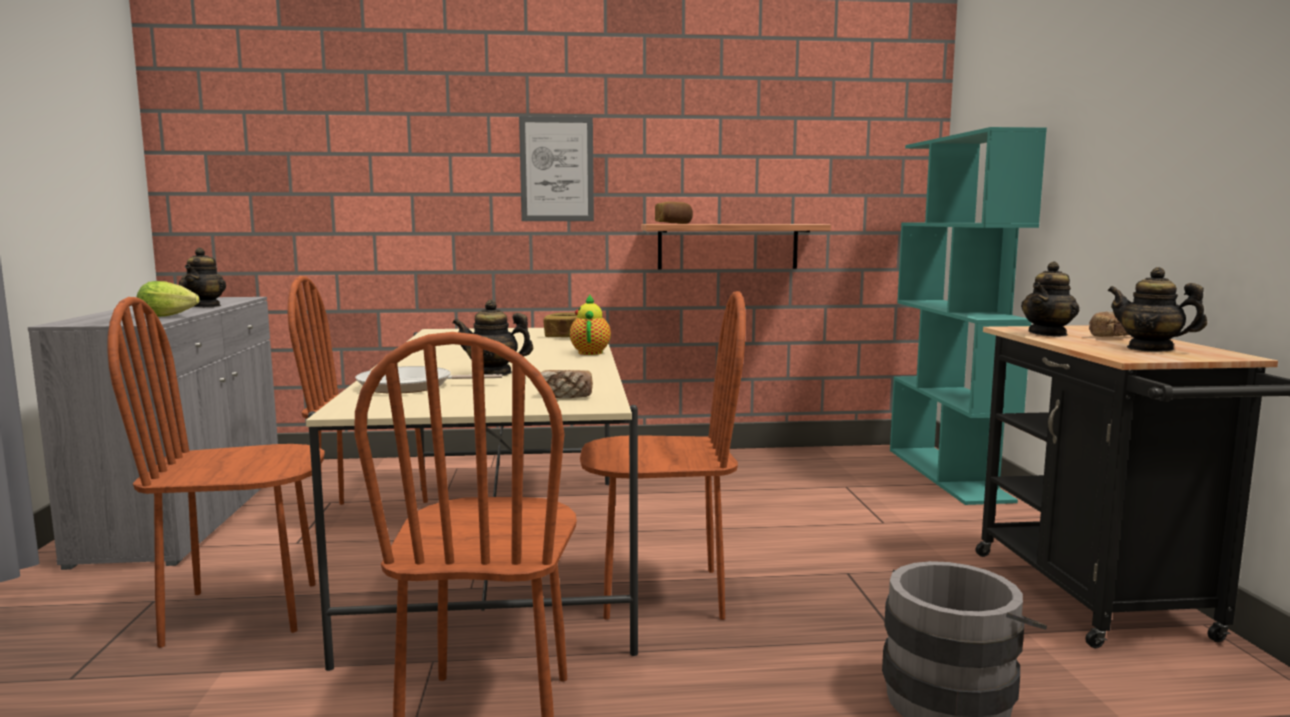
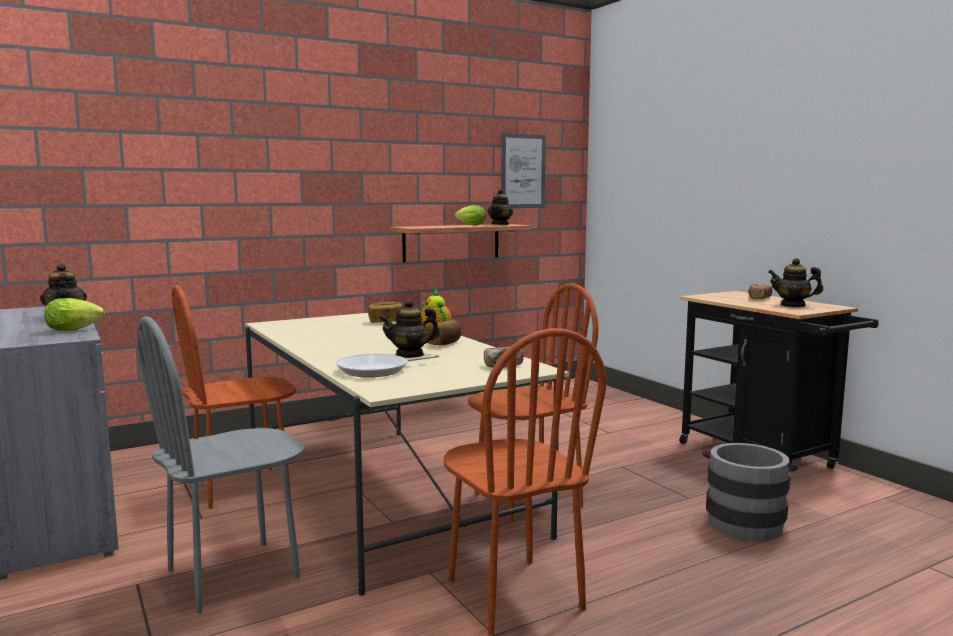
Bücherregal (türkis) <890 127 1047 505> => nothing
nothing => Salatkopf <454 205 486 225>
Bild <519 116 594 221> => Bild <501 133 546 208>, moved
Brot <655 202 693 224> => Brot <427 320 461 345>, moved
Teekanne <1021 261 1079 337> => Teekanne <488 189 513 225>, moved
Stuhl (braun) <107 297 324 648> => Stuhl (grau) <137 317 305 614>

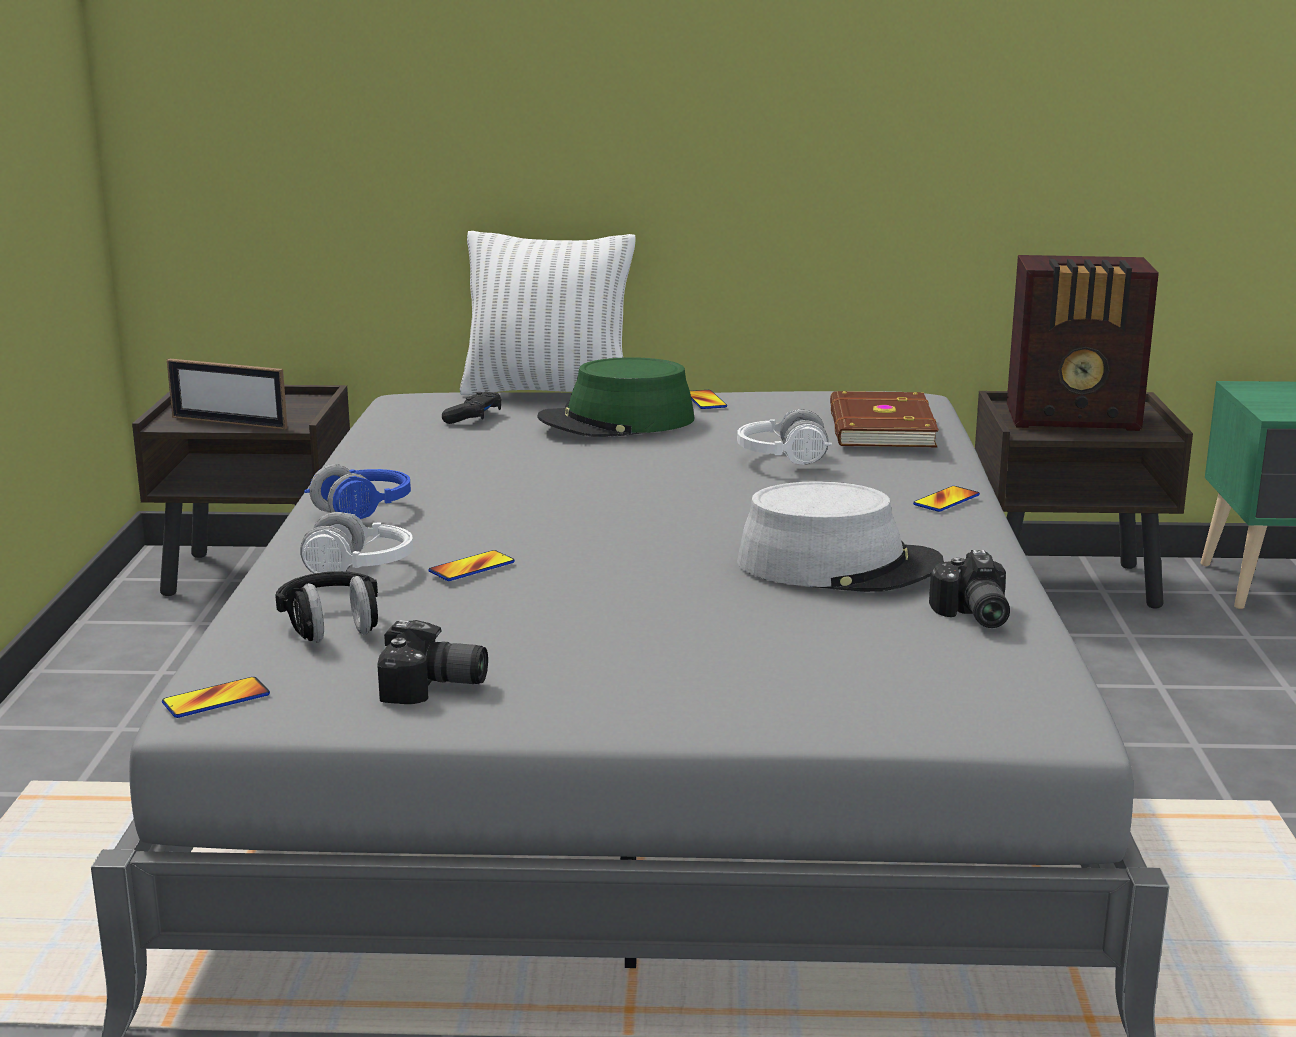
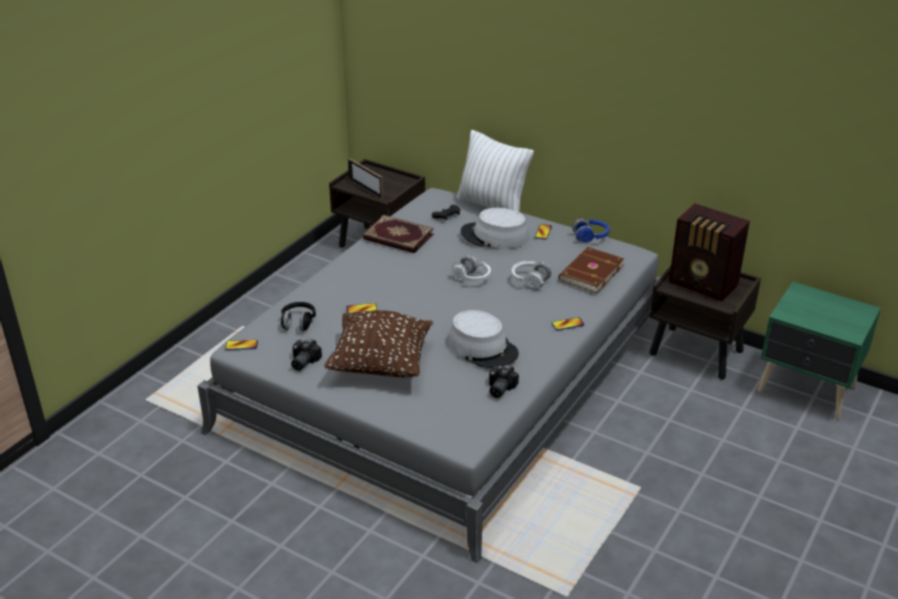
nothing => Kissen (braun) <324 310 433 377>
nothing => Buch <363 215 434 253>
Kopfhörer (weiß) <300 512 413 573> => Kopfhörer (weiß) <452 256 491 282>, moved
Kopfhörer (blau) <304 464 411 520> => Kopfhörer (blau) <571 218 609 242>, moved
Hut (grün) <537 357 694 437> => Hut (grau) <460 208 529 249>
Kamera <377 620 488 704> => Kamera <291 339 322 371>, 75 degrees clockwise

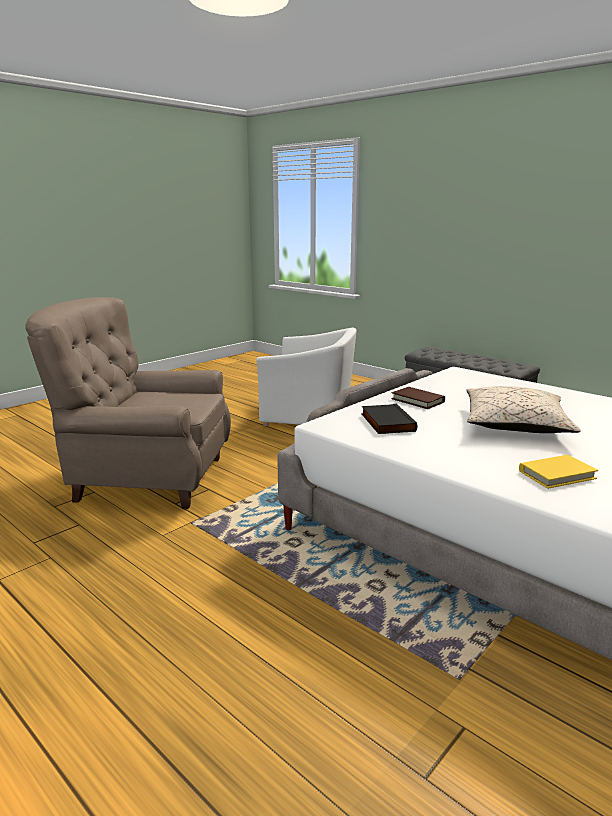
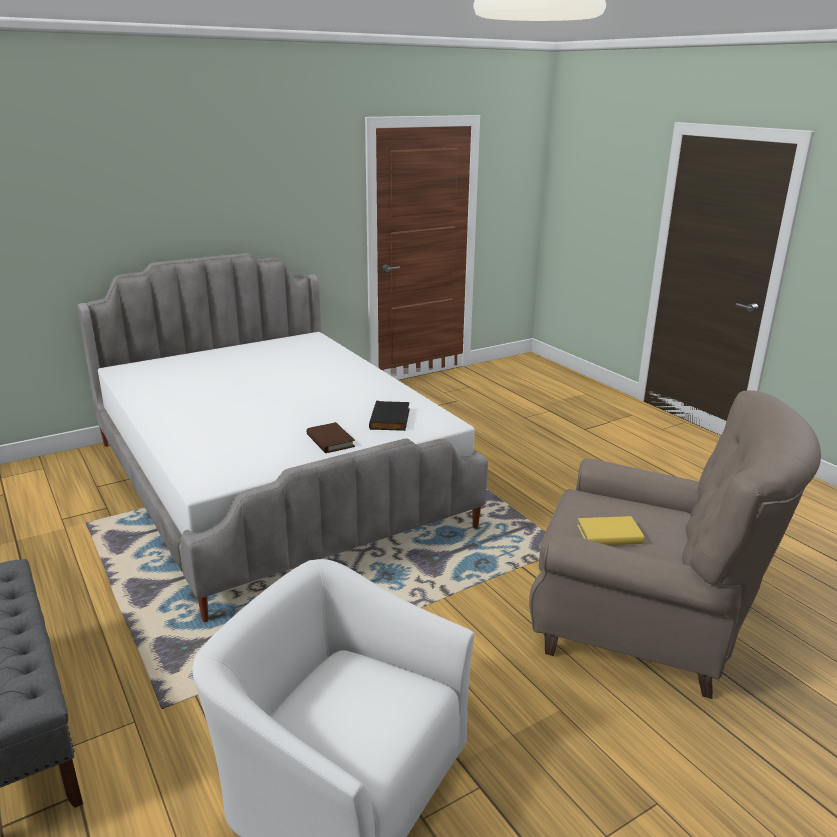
Kissen (beige) <466 386 581 433> => nothing
Buch (gelb) <519 455 598 489> => Buch (gelb) <577 516 645 545>, moved

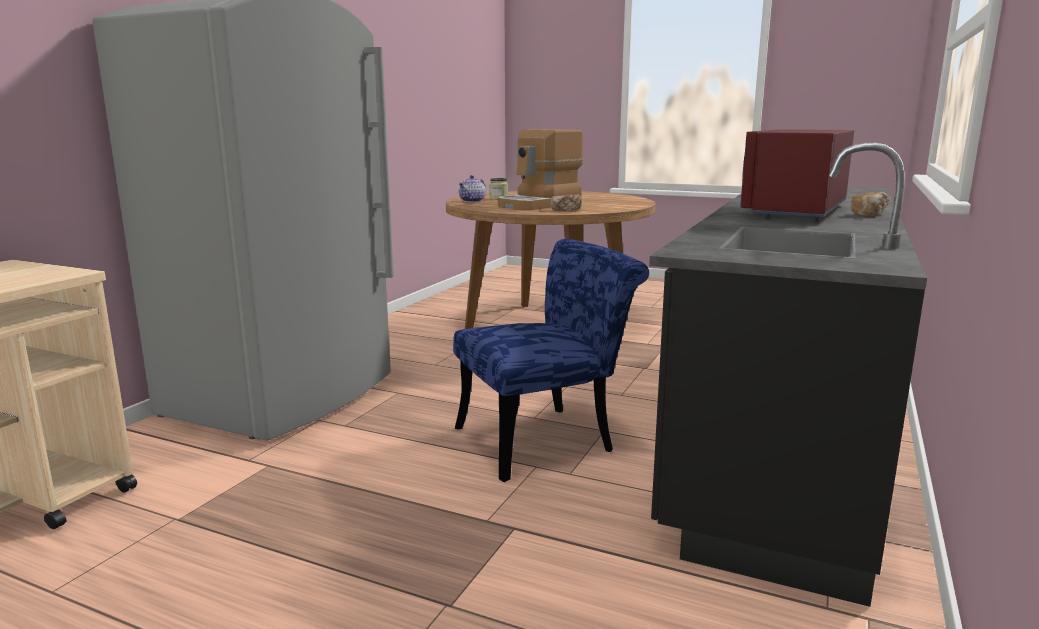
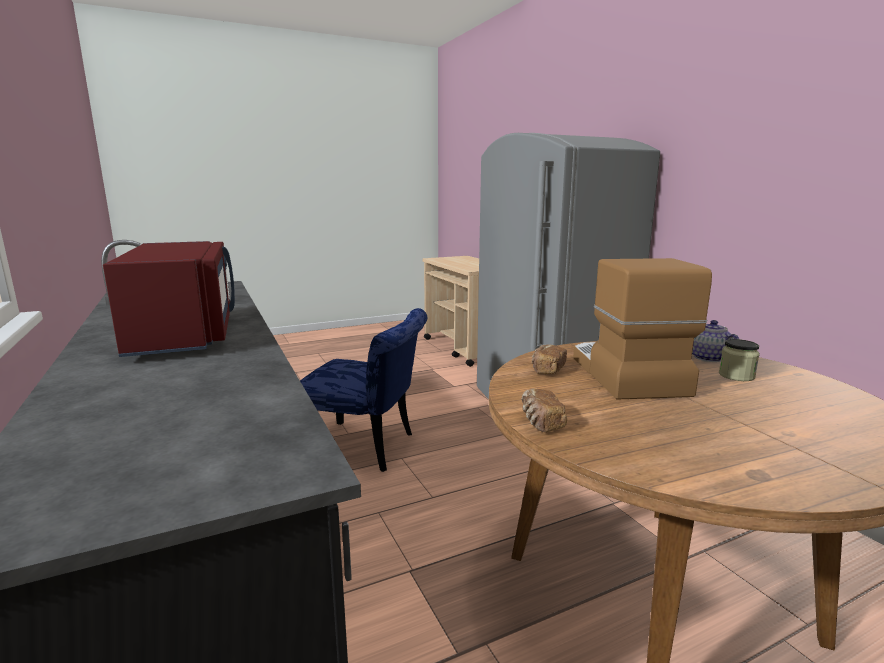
Brot <851 191 889 216> => Brot <521 389 567 432>, moved
Stuhl (blau) <453 239 649 482> => Stuhl (blau) <300 308 427 472>, 90 degrees counterclockwise

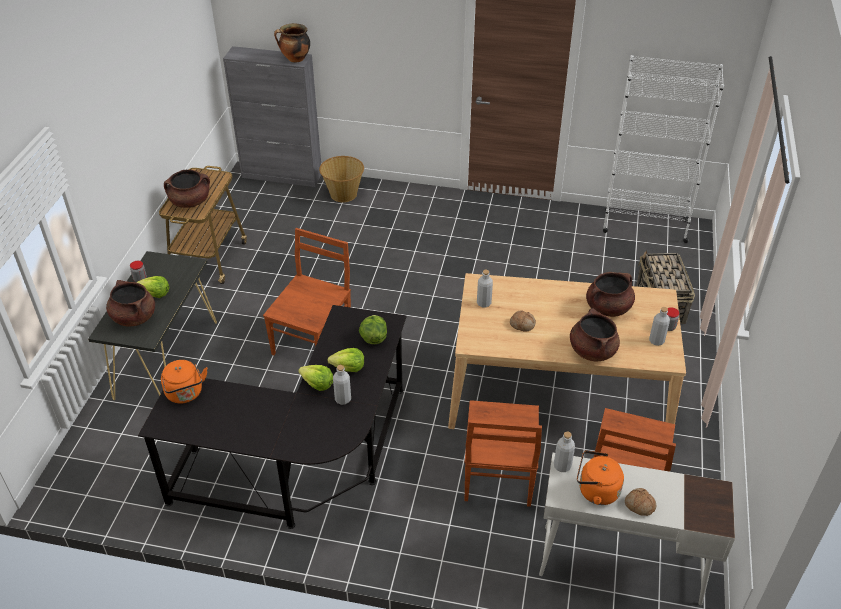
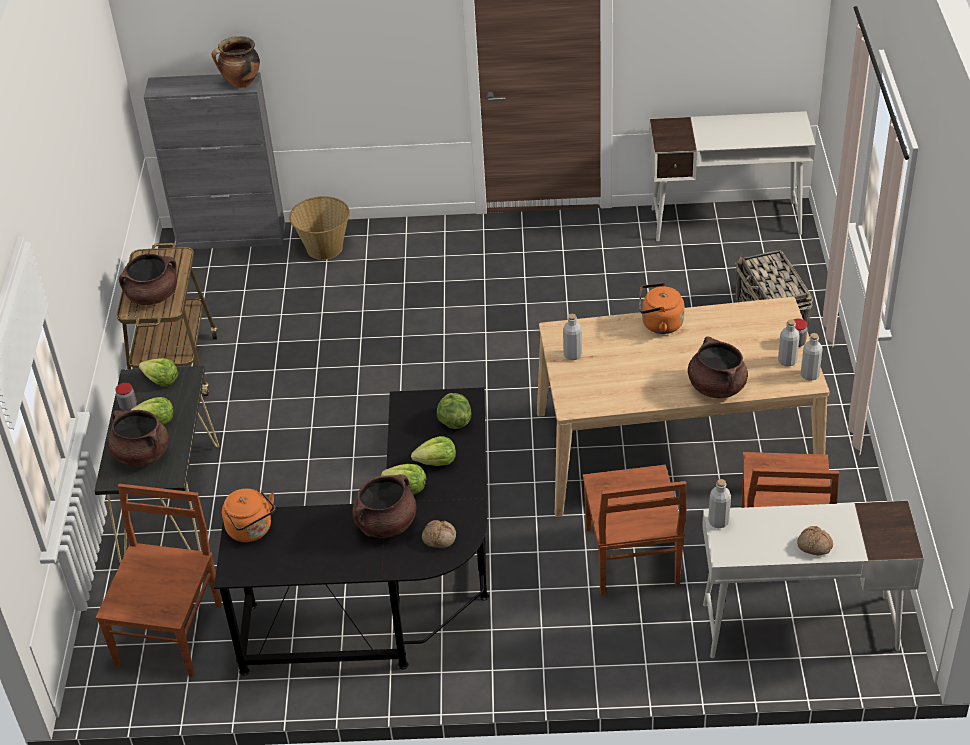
nothing => Salatkopf <139 358 178 387>
Stuhl (braun) <263 228 351 355> => Stuhl (braun) <95 484 222 677>, moved
Flasche (grau) <333 365 351 405> => Flasche (grau) <801 333 823 381>, moved
Brot <510 311 536 332> => Brot <422 520 456 548>, moved
Wasserkessel (orange) <577 451 624 505> => Wasserkessel (orange) <639 283 685 334>, moved
Kochtopf (braun) <586 272 635 317> => Kochtopf (braun) <352 474 416 538>, moved
Bücherregal (weiß) <603 55 724 243> => Schreibtisch (weiß) <649 111 816 241>

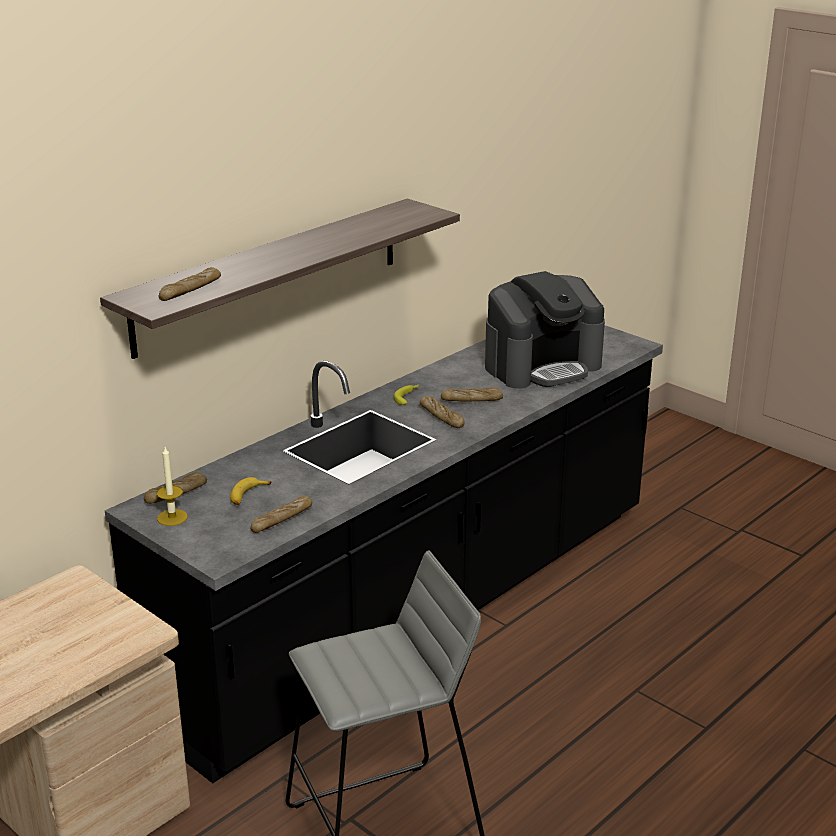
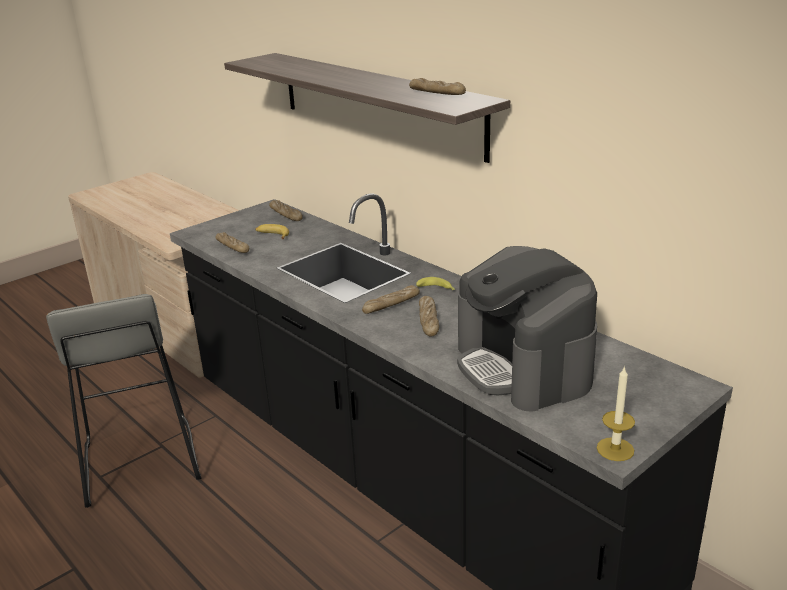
Kerze <157 447 188 526> => Kerze <597 366 635 461>, moved
Brot <159 267 221 301> => Brot <409 78 466 95>, moved

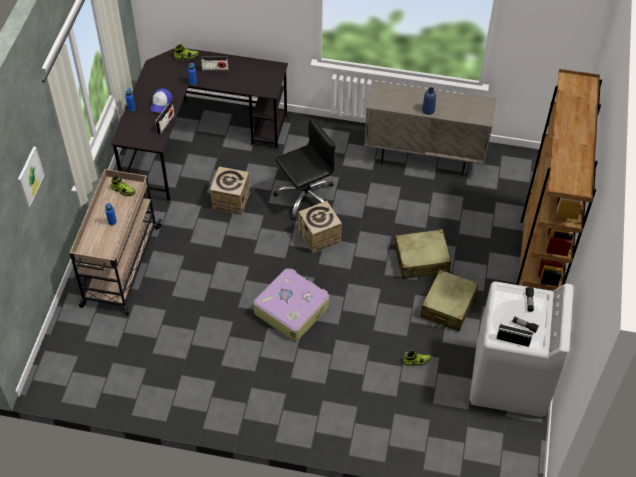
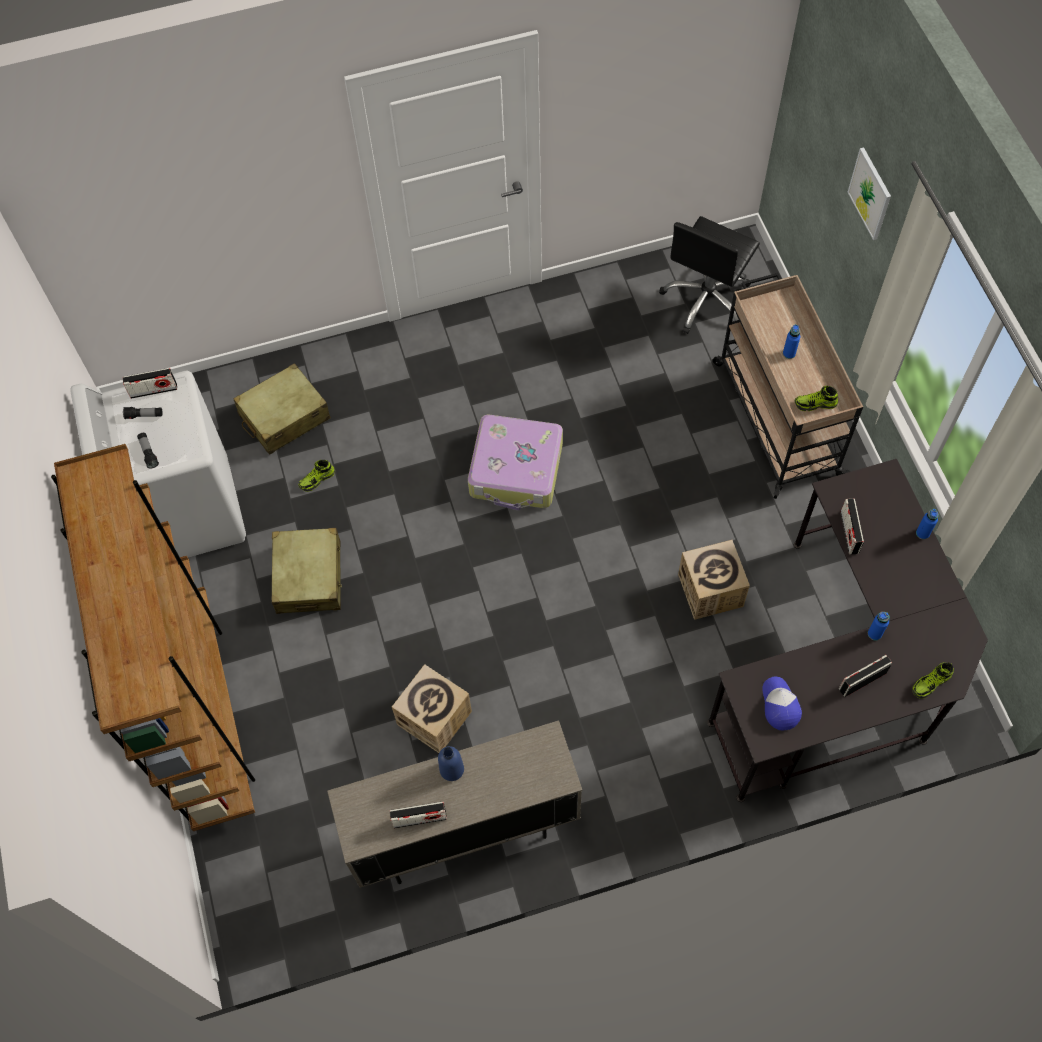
nothing => Radio <390 801 447 829>
Kappe <151 89 173 113> => Kappe <762 677 802 730>, moved
Bürostuhl (schwarz) <273 117 336 220> => Bürostuhl (schwarz) <659 216 760 334>, moved
Karton <298 201 342 253> => Karton <392 664 472 753>, moved
Koffer (beige) <395 229 451 279> => Koffer (beige) <233 363 331 455>, moved

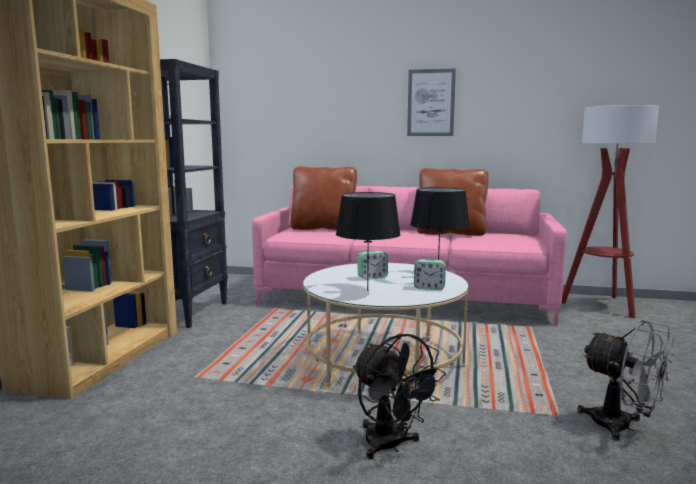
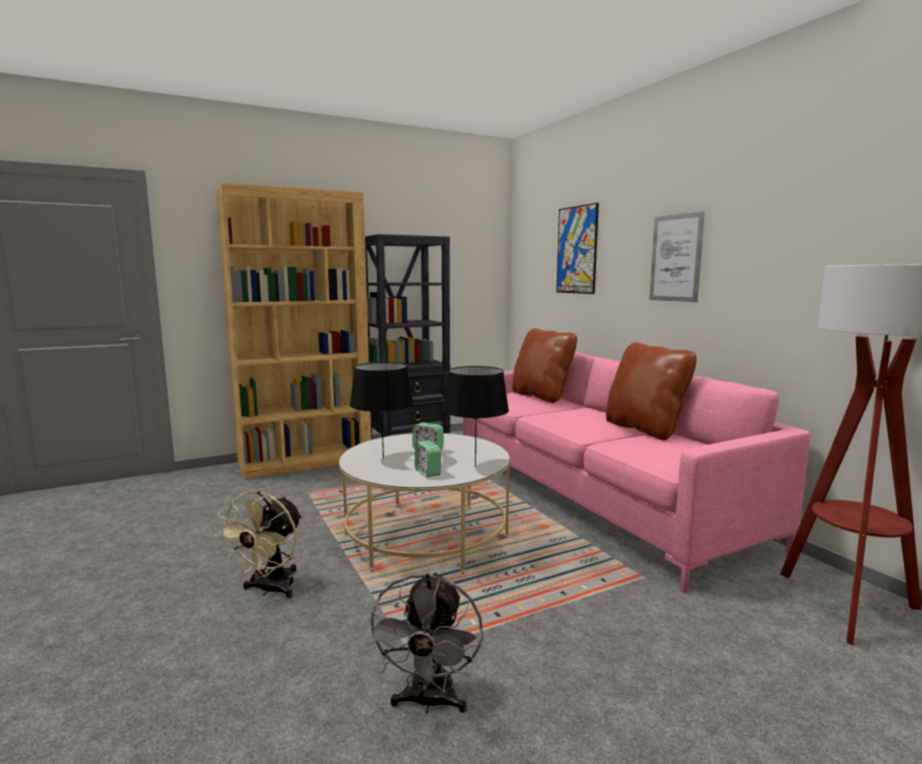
nothing => Bild <556 203 599 294>
Ventilator (schwarz) <353 333 446 459> => Ventilator (beige) <215 491 302 598>

